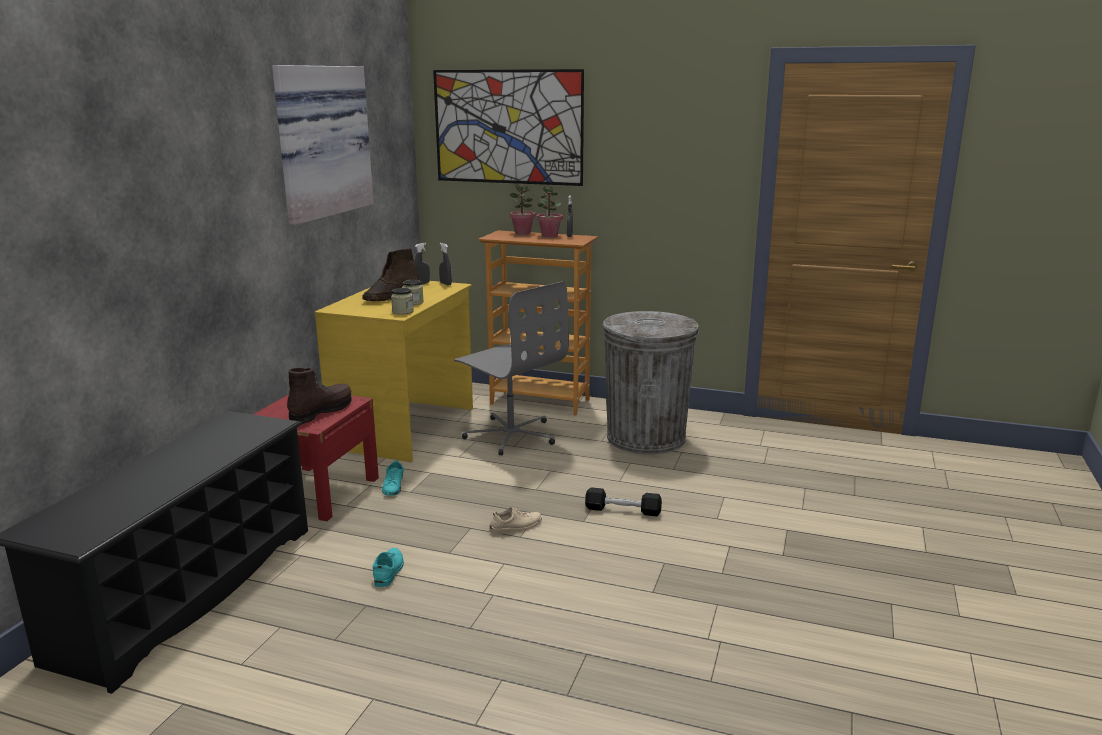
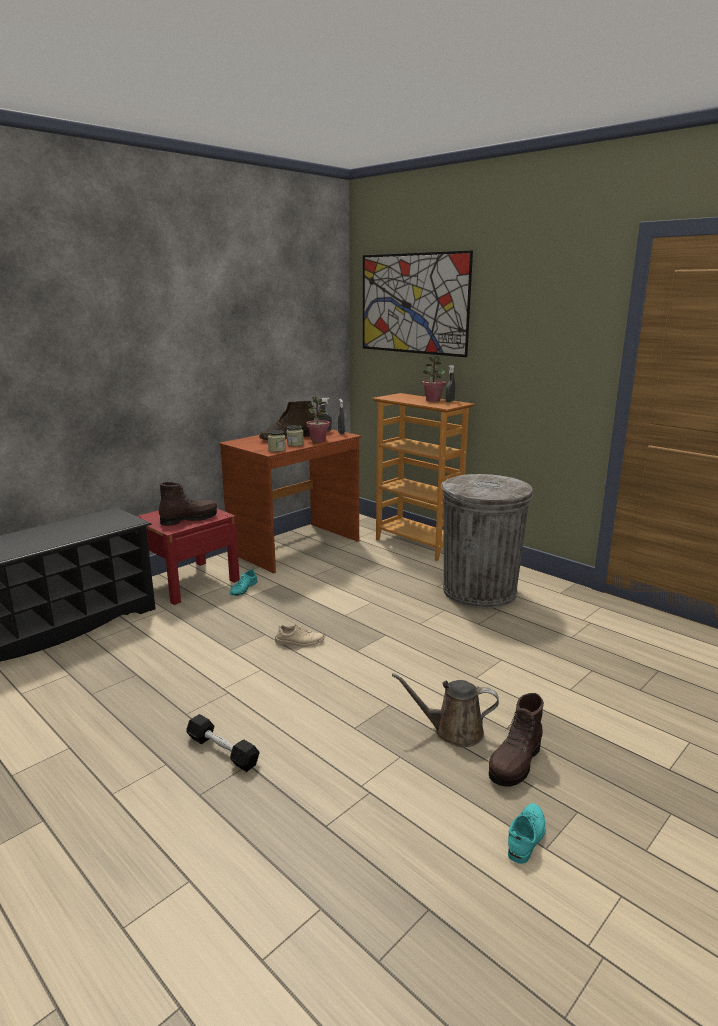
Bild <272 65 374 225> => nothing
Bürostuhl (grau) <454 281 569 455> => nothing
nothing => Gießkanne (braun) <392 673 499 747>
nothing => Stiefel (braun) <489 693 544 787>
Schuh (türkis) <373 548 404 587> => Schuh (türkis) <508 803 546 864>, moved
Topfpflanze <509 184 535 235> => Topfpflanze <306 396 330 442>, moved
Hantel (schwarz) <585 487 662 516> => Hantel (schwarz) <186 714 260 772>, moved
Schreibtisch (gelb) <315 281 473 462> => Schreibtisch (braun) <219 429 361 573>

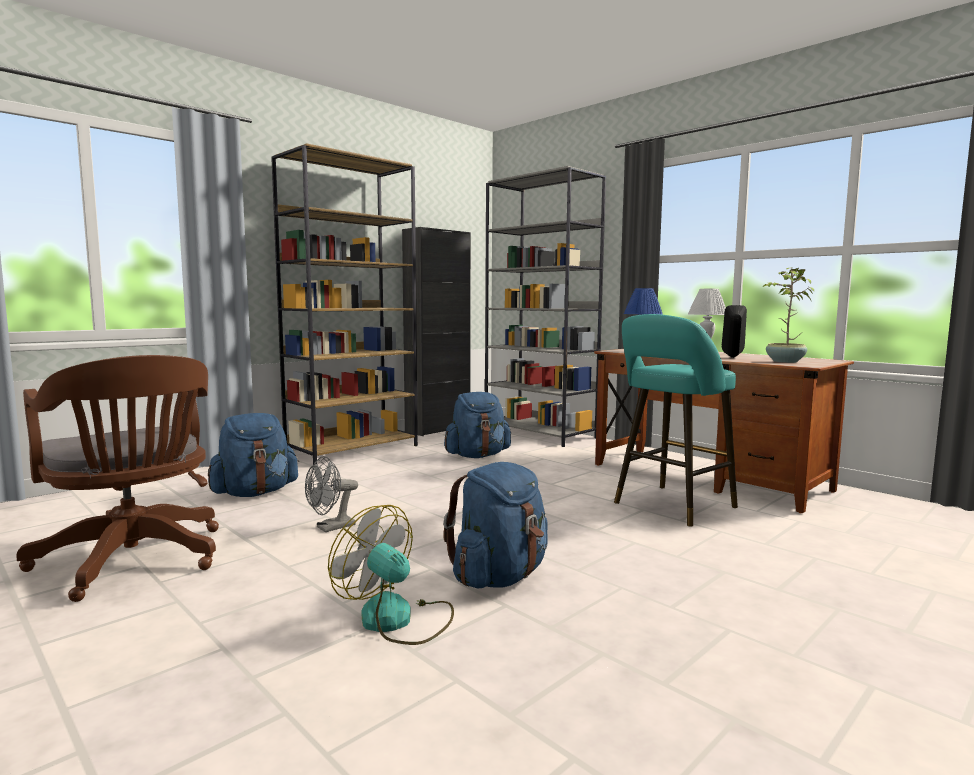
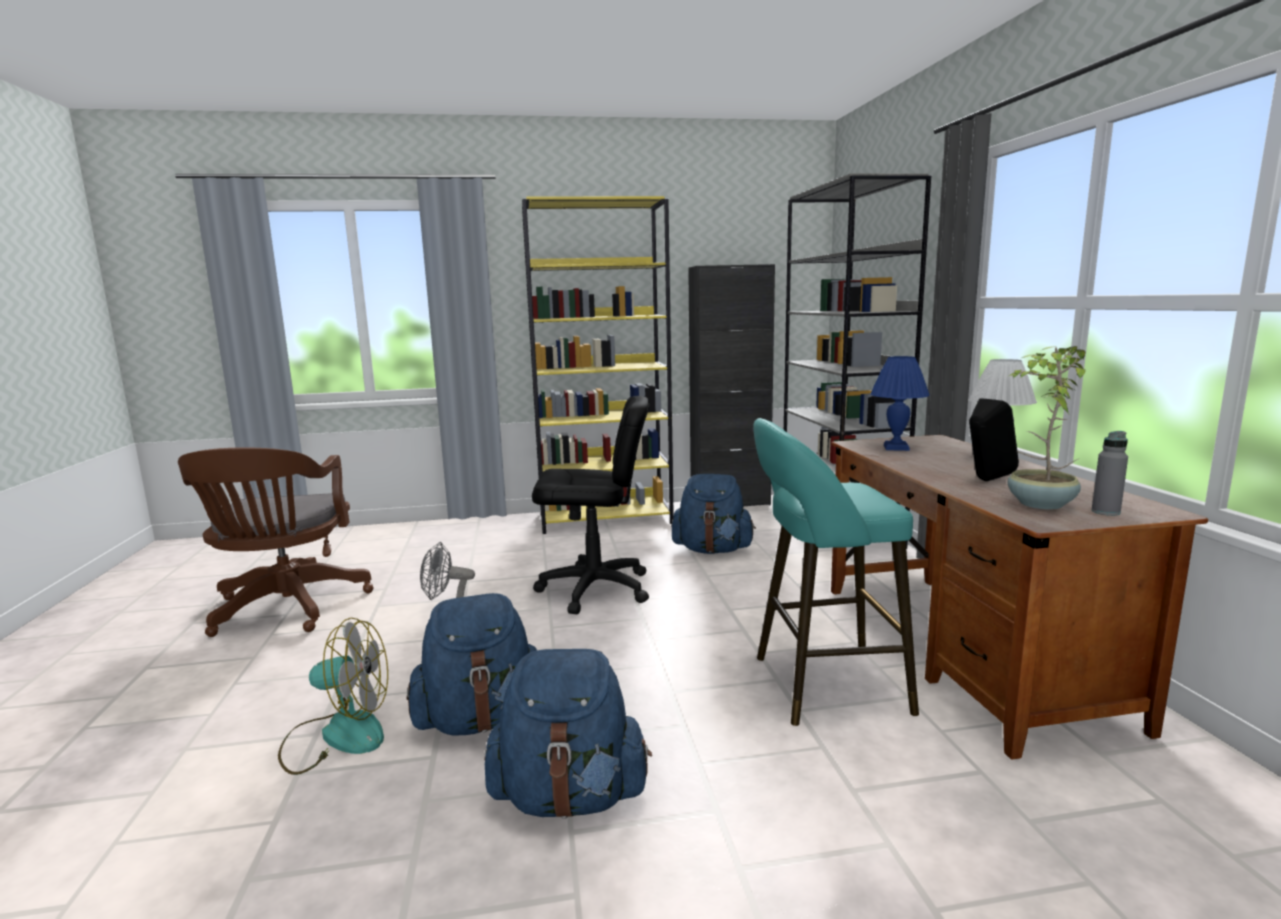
nothing => Bürostuhl (schwarz) <532 396 650 614>
nothing => Flasche (grau) <1092 431 1128 516>
Rucksack (blau) <208 413 299 497> => Rucksack (blau) <484 649 652 819>, moved
Bücherregal (braun) <271 143 418 464> => Bücherregal (gelb) <522 196 674 534>
Ventilator <328 505 454 645> => Ventilator <278 618 388 775>, 105 degrees clockwise

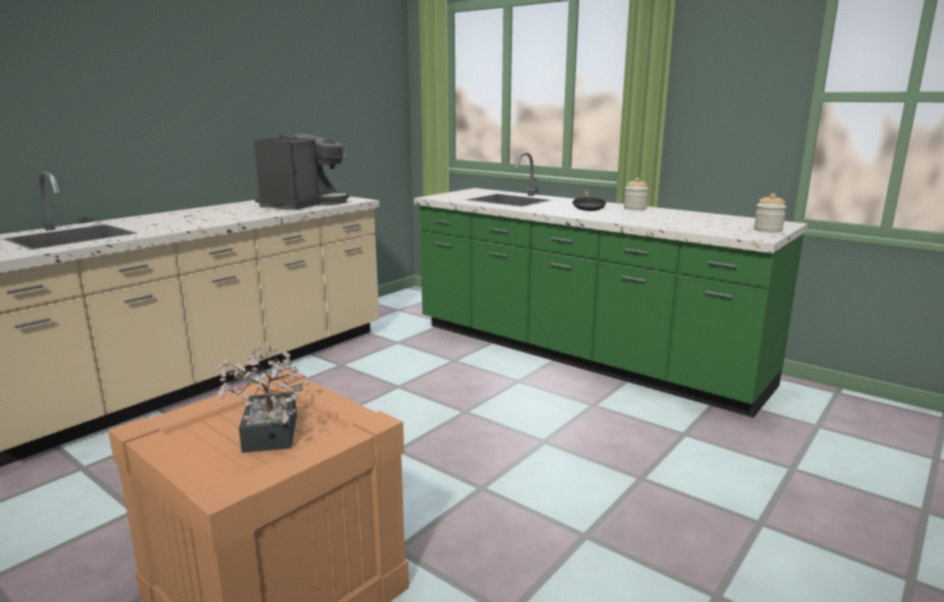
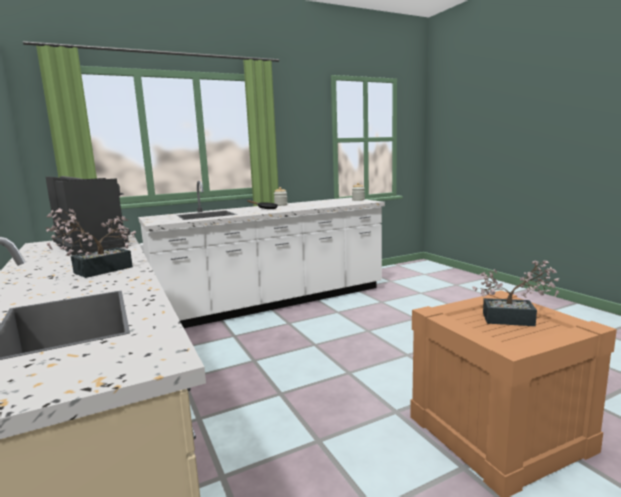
nothing => Topfpflanze <45 208 136 278>
Küchenzeile (grün) <414 152 808 418> => Küchenzeile (weiß) <138 181 385 328>

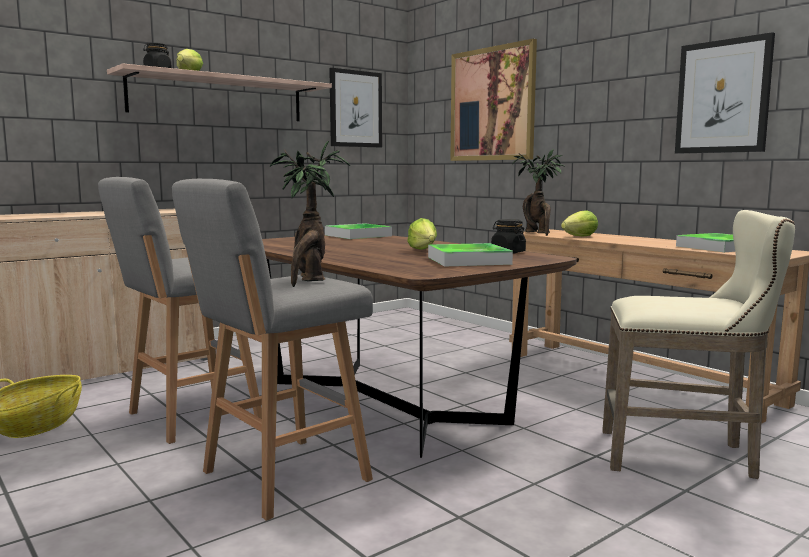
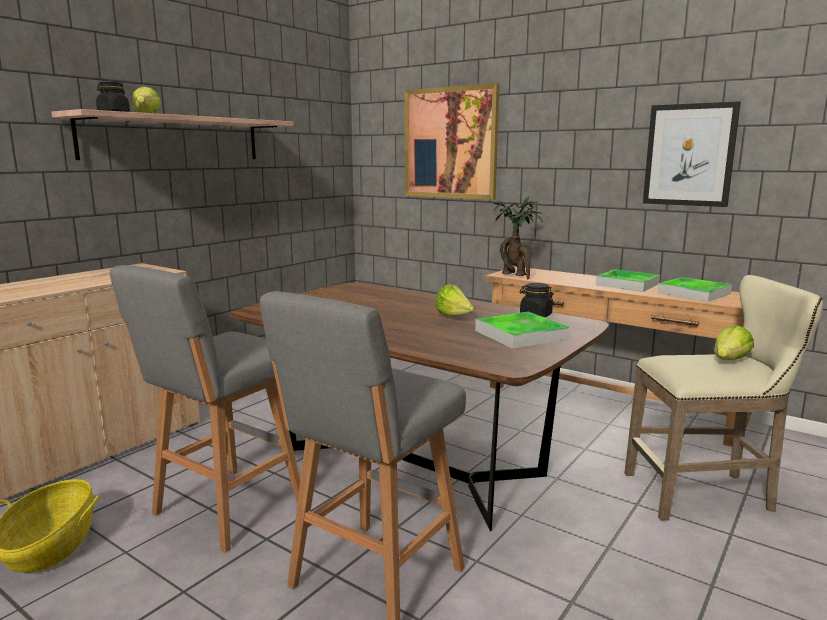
Topfpflanze <270 141 350 287> => nothing
Bild <329 68 382 147> => nothing
Tablett <325 223 392 239> => Tablett <596 269 660 292>, moved
Salatkopf <561 210 598 237> => Salatkopf <714 325 754 360>, moved

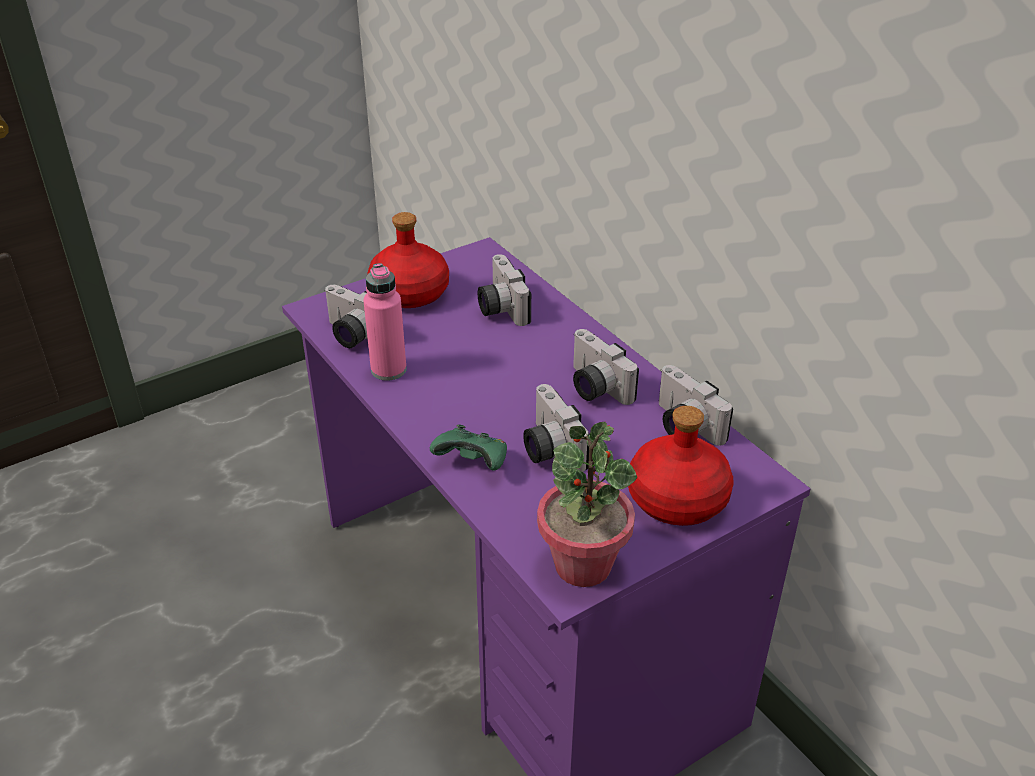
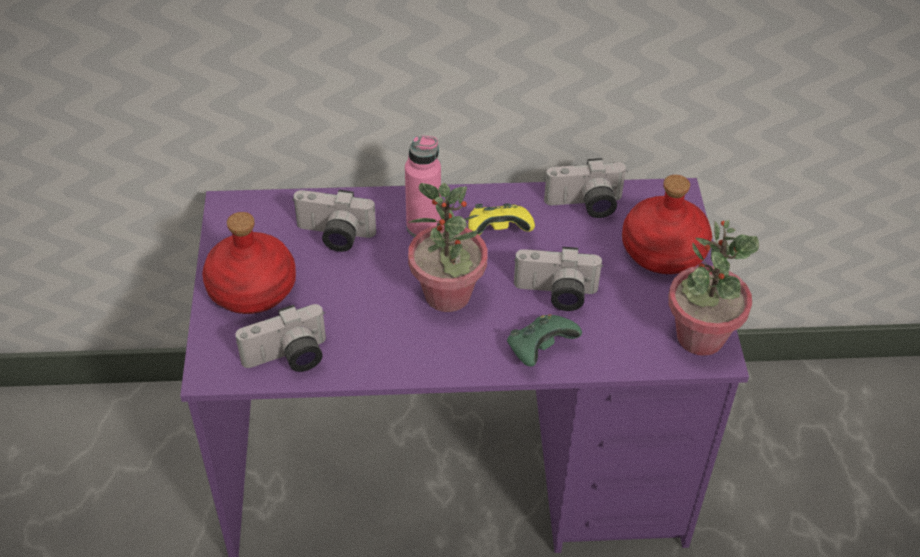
nothing => Topfpflanze <408 183 487 312>
Flasche (rosa) <363 263 407 381> => Flasche (rosa) <405 135 441 237>, moved
Kamera <573 329 639 405> => Gamepad (gelb) <468 203 535 235>

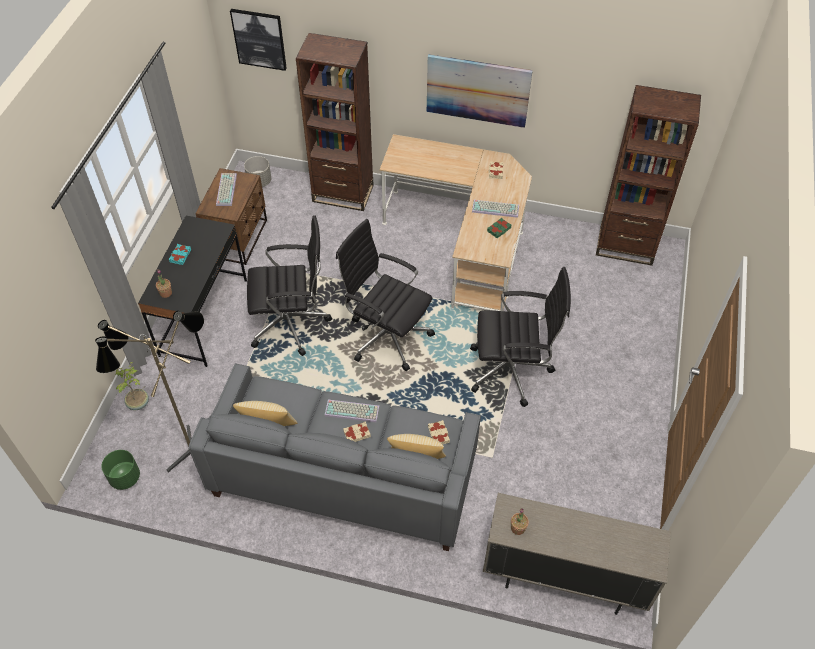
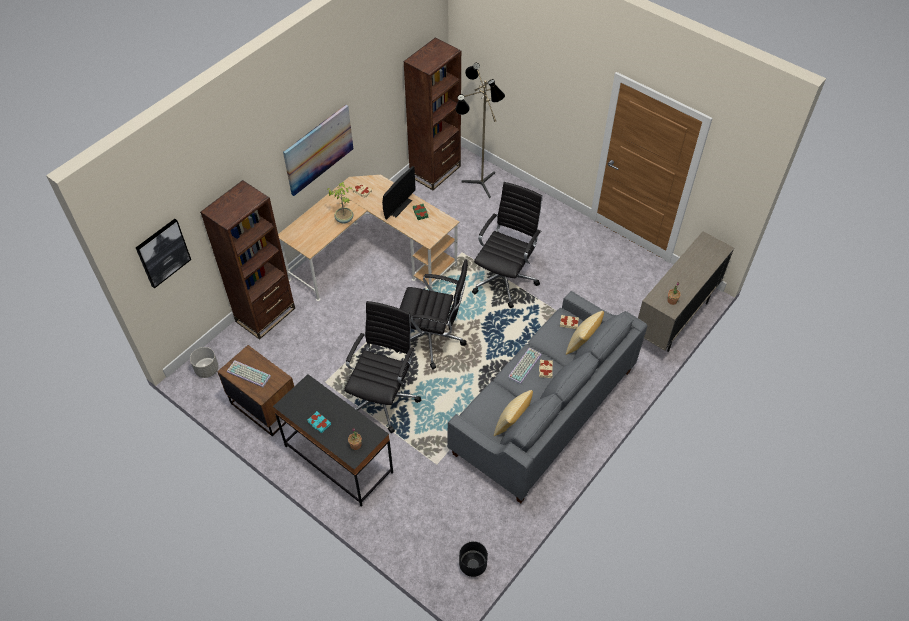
Stehlampe <95 311 204 472> => Stehlampe <455 63 505 198>, moved
Topfpflanze <115 362 149 410> => Topfpflanze <327 182 353 223>, moved
Tastatur <472 200 519 218> => Monitor <382 166 416 220>
Pflanzkübel (grün) <101 450 140 490> => Pflanzkübel (schwarz) <459 541 488 577>
Bürostuhl (schwarz) <336 219 435 371> => Bürostuhl (schwarz) <395 259 468 369>, 135 degrees counterclockwise

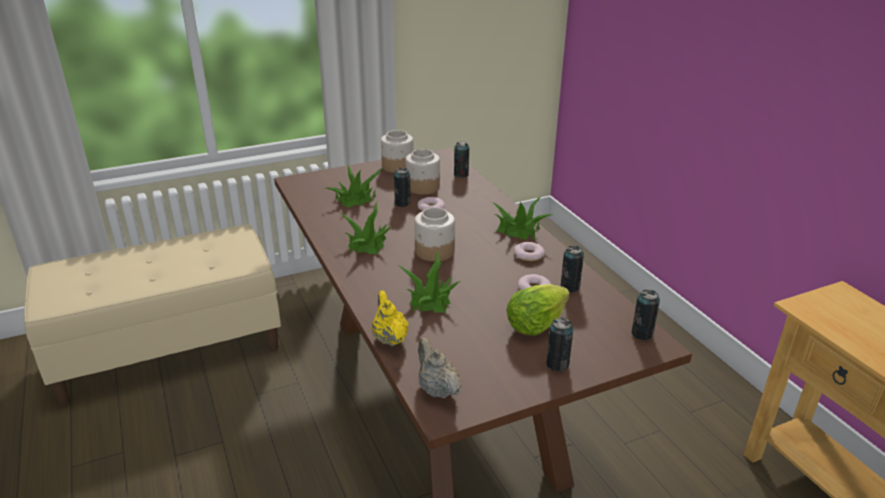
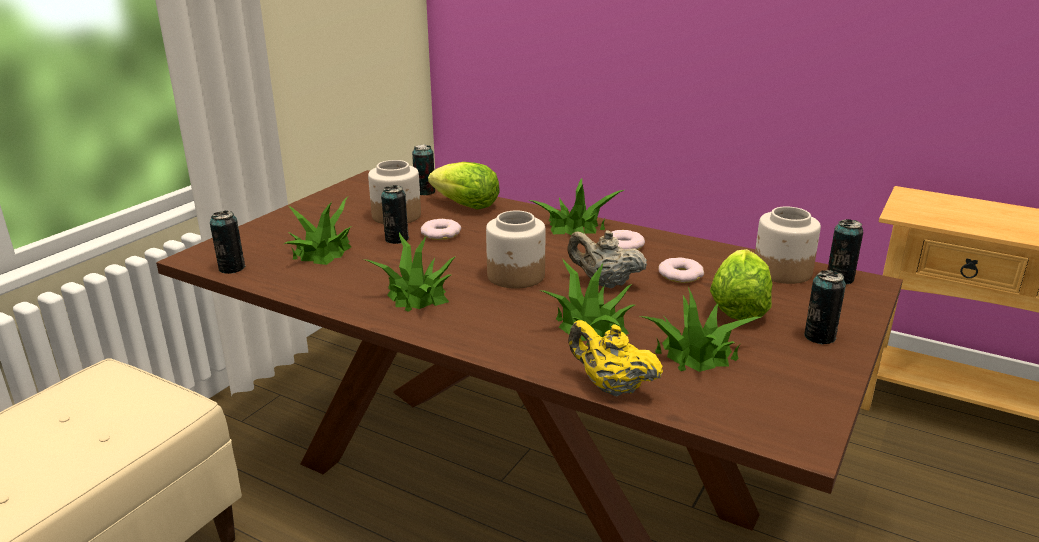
nothing => Salatkopf <428 162 500 210>
nothing => Topfpflanze <640 287 761 372>
Vorratsglas <381 130 413 173> => Vorratsglas <755 206 821 284>, moved
Teekanne (beige) <418 338 462 398> => Teekanne (beige) <567 230 647 288>, moved
Dose <561 246 584 292> => Dose <210 211 245 274>, moved

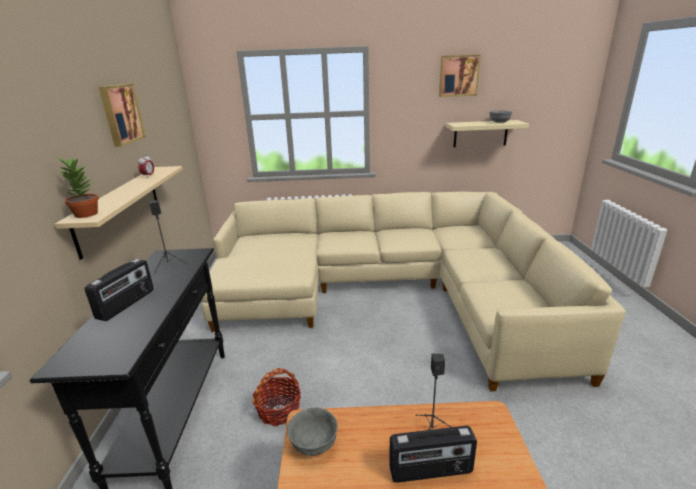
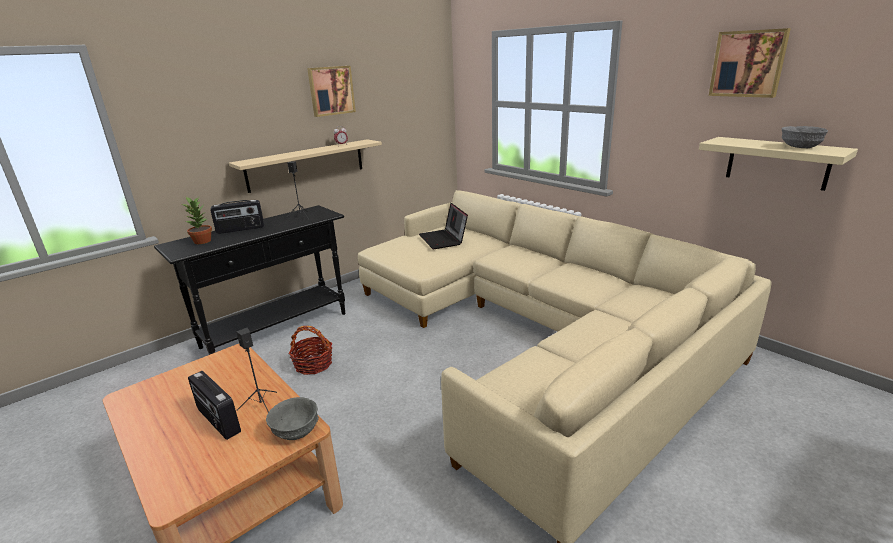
nothing => Laptop <419 203 468 249>
Topfpflanze <58 157 99 218> => Topfpflanze <182 197 212 244>, moved
Schüssel (grau) <287 407 338 456> => Schüssel (grau) <266 397 319 440>, moved

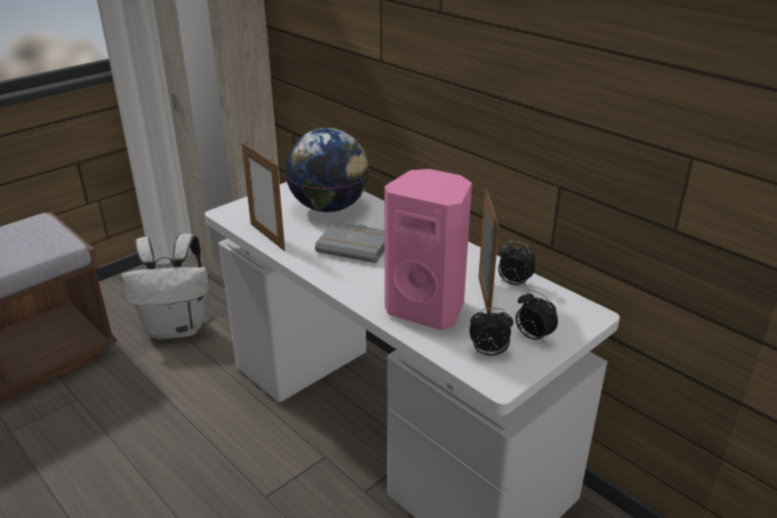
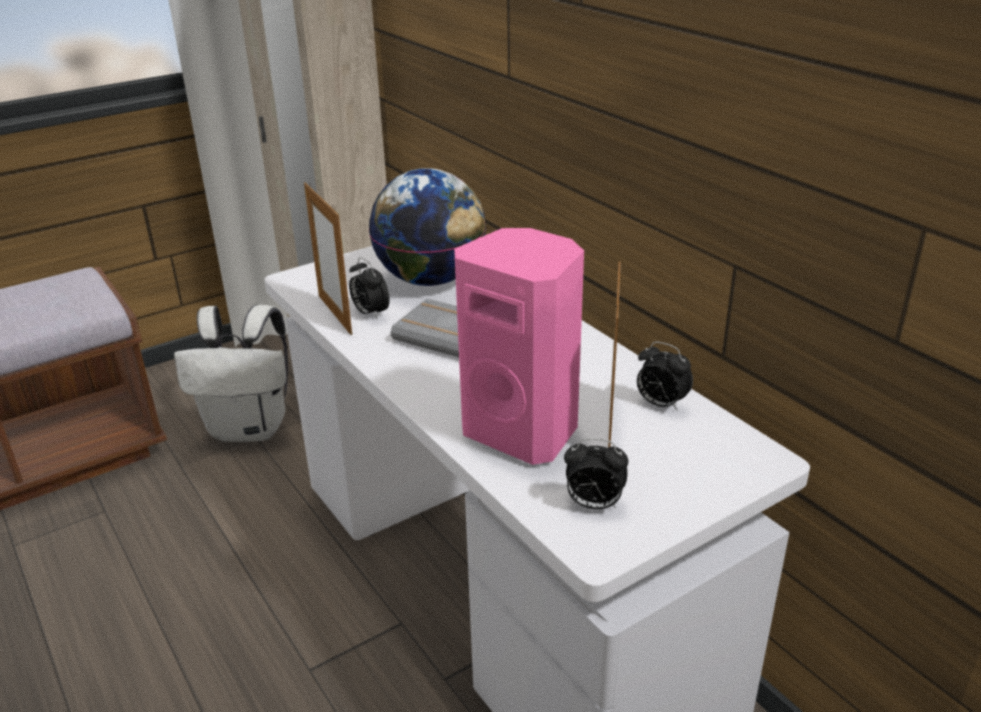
Wecker <515 290 558 344> => Wecker <349 257 390 320>, moved

